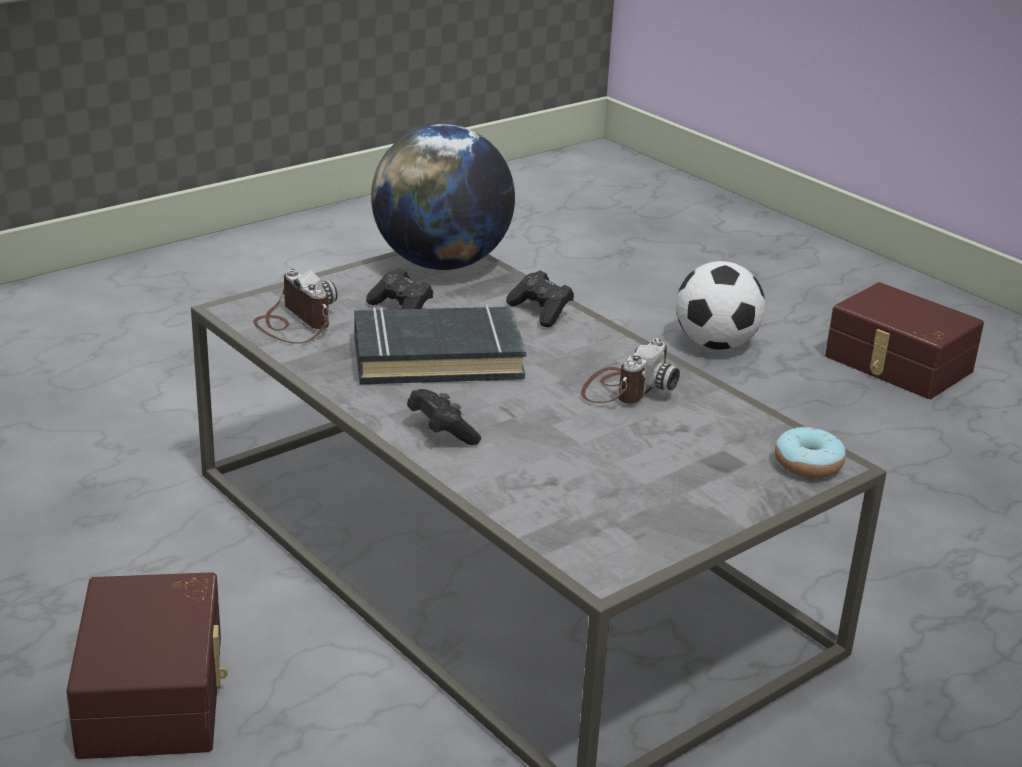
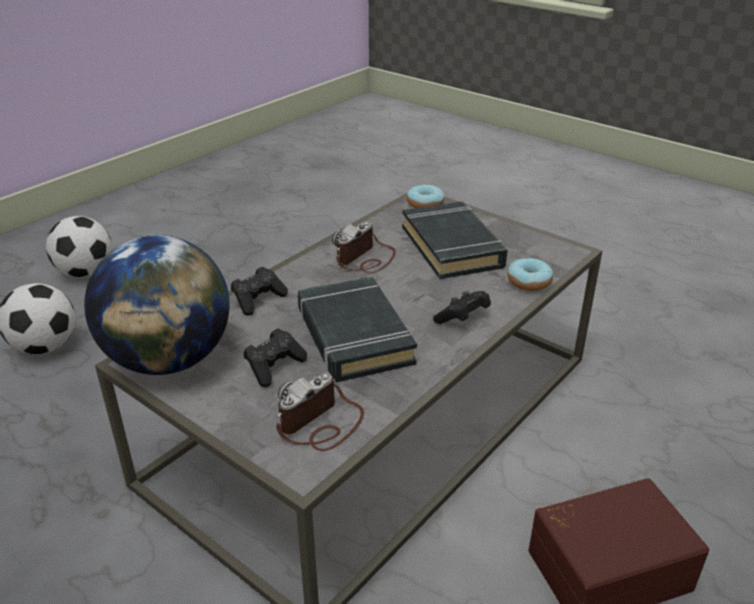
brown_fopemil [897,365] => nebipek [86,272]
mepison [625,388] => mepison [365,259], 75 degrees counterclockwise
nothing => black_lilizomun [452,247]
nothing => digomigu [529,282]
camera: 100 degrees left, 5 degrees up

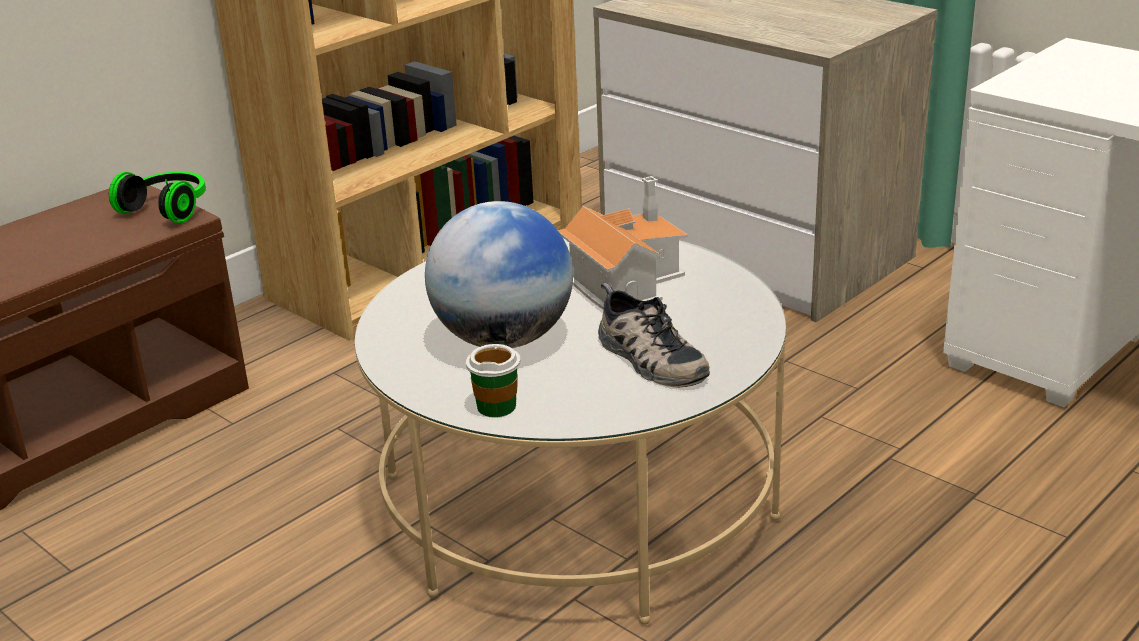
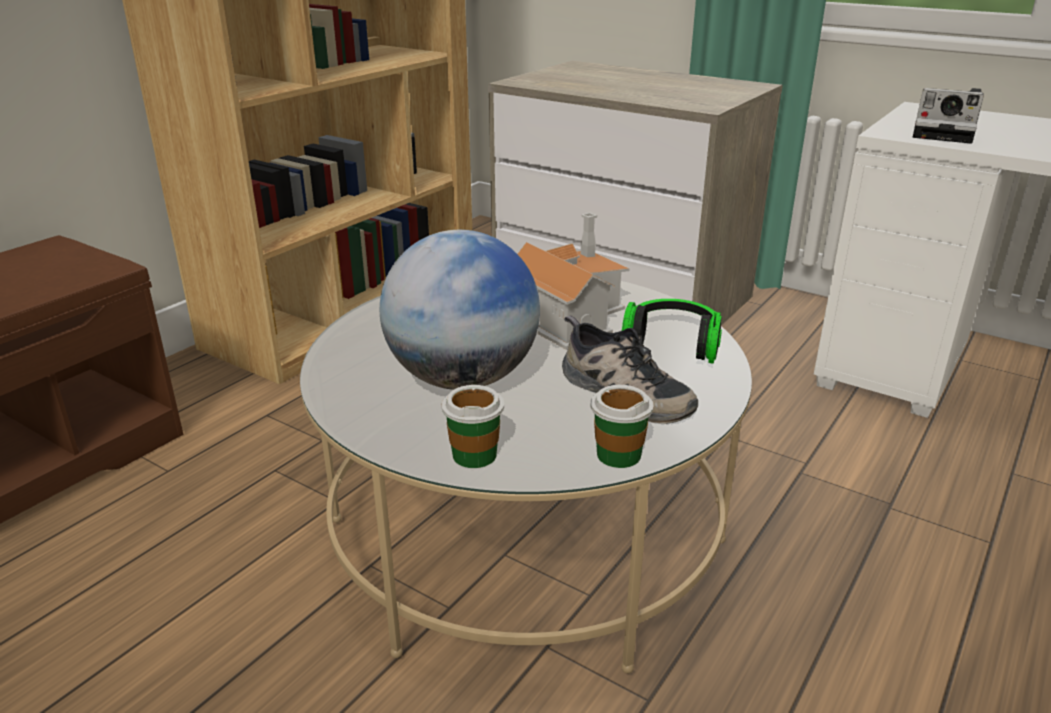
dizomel [169,209] => dizomel [672,344], move
nothing => mepison [946,133]
nothing => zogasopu [618,454]
camera: 10 degrees left, 0 degrees up

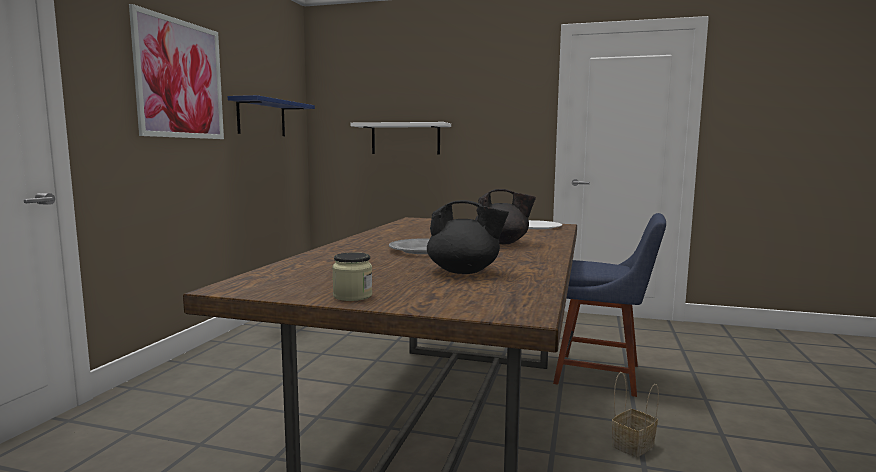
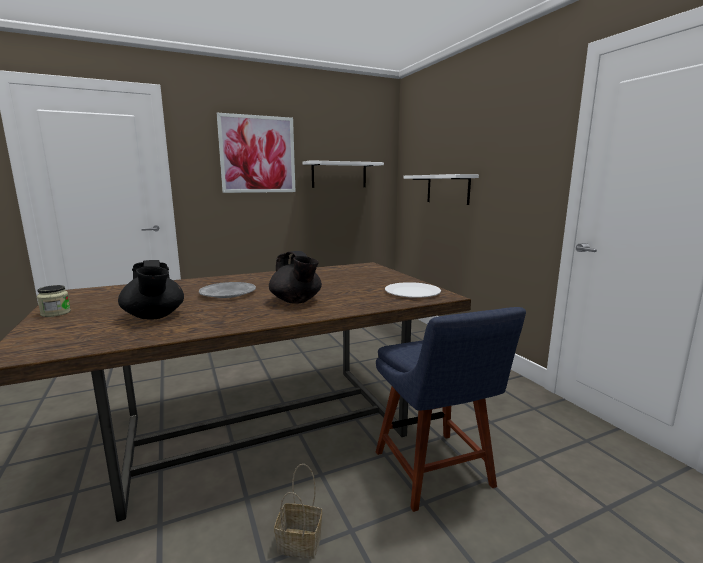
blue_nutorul [261,118] => white_nutorul [339,175]
camera: 50 degrees right, 5 degrees up

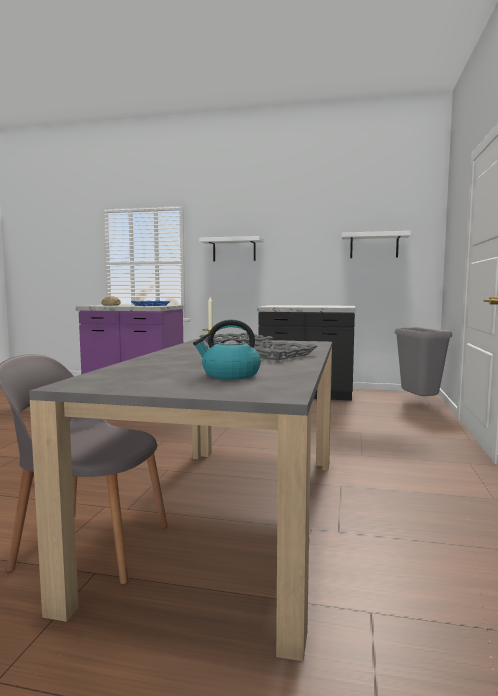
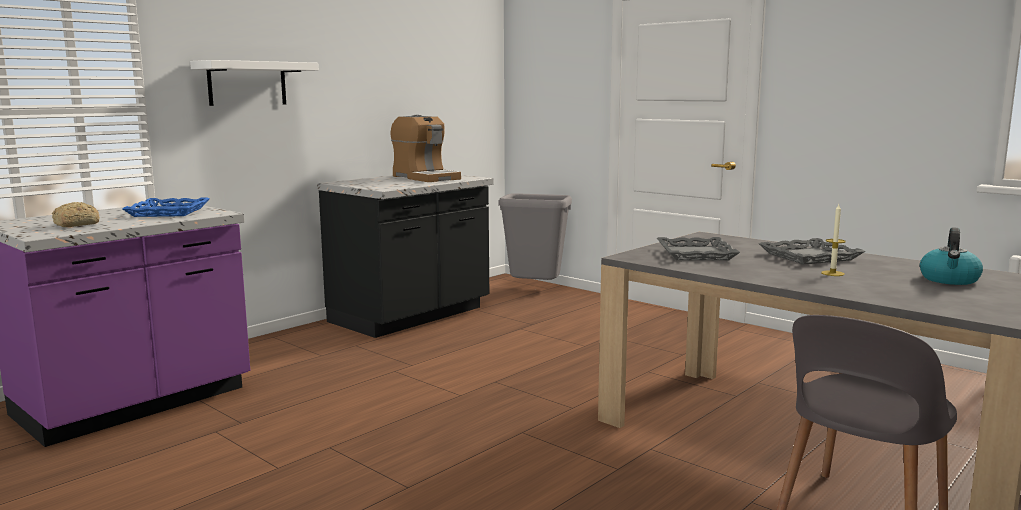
white_nutorul [374,246] => nothing
nothing => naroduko [425,177]
camera: 60 degrees left, 5 degrees up

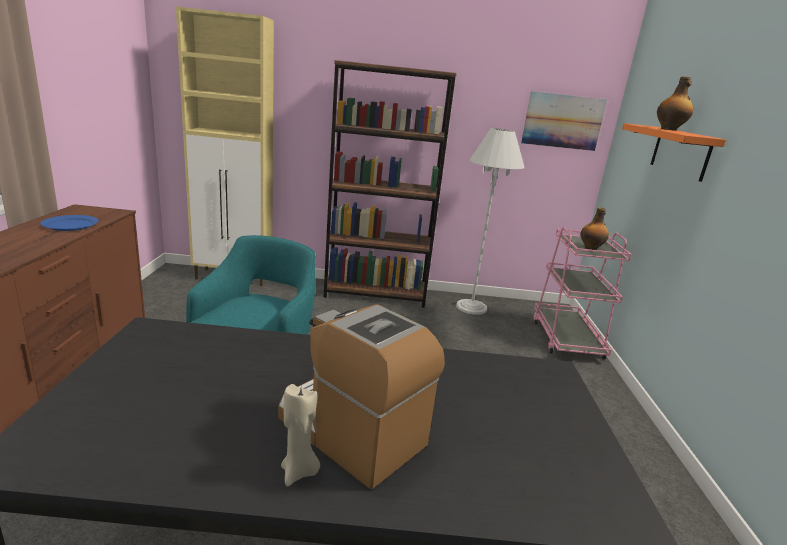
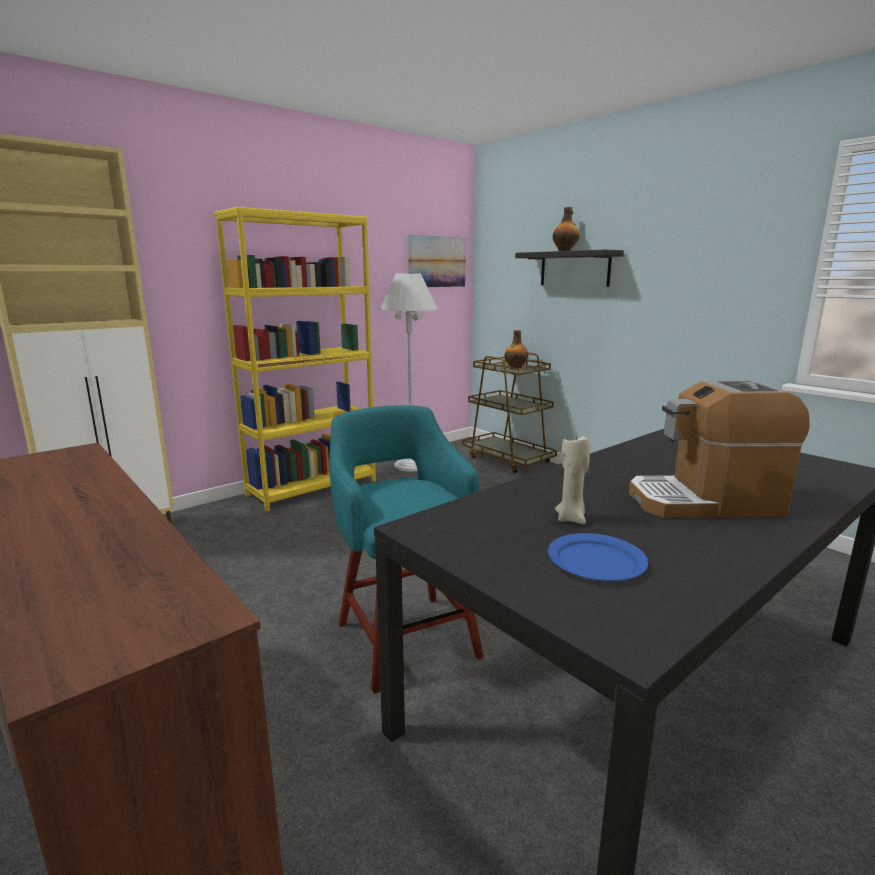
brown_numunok [375,294] => yellow_numunok [313,488]
orange_nutorul [680,152] => black_nutorul [574,269]
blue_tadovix [71,225] => blue_tadovix [596,561], move
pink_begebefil [566,339] => brown_begebefil [508,460]
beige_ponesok [299,472] => beige_ponesok [571,518], move
camera: 40 degrees left, 5 degrees down

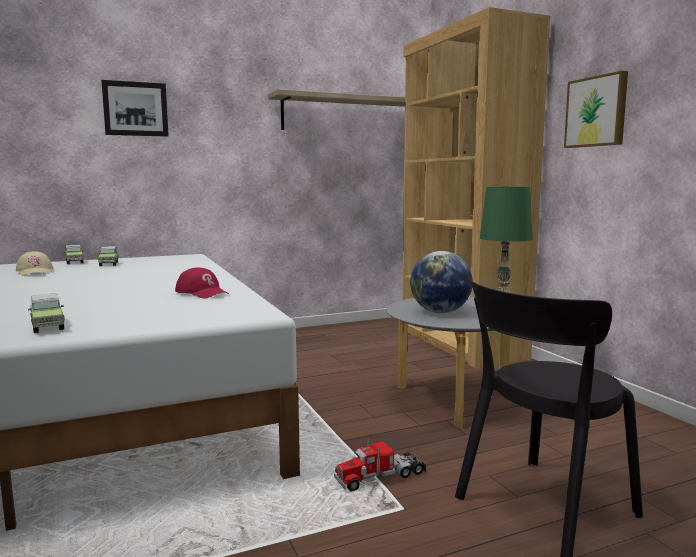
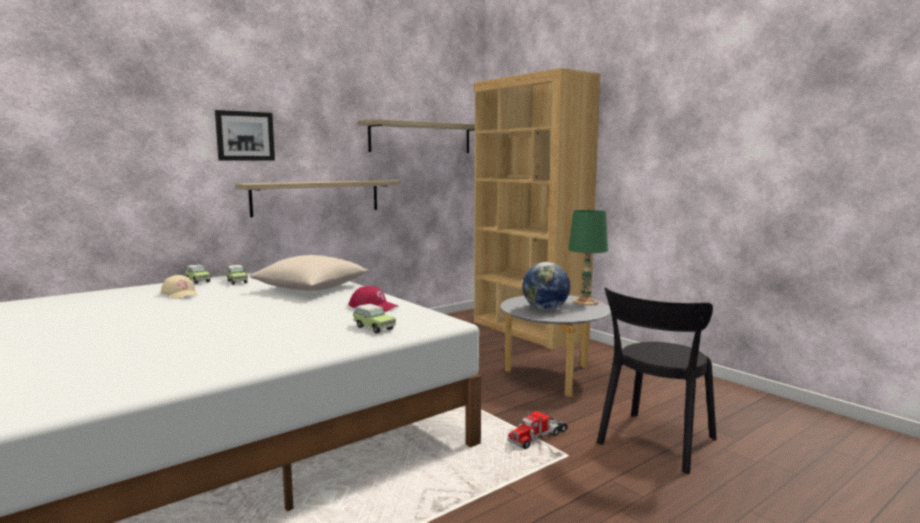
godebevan [597,112] => nothing
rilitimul [48,326] => rilitimul [373,328], move
nothing => nutorul [317,197]
nothing => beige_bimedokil [311,288]
camera: 15 degrees left, 0 degrees up

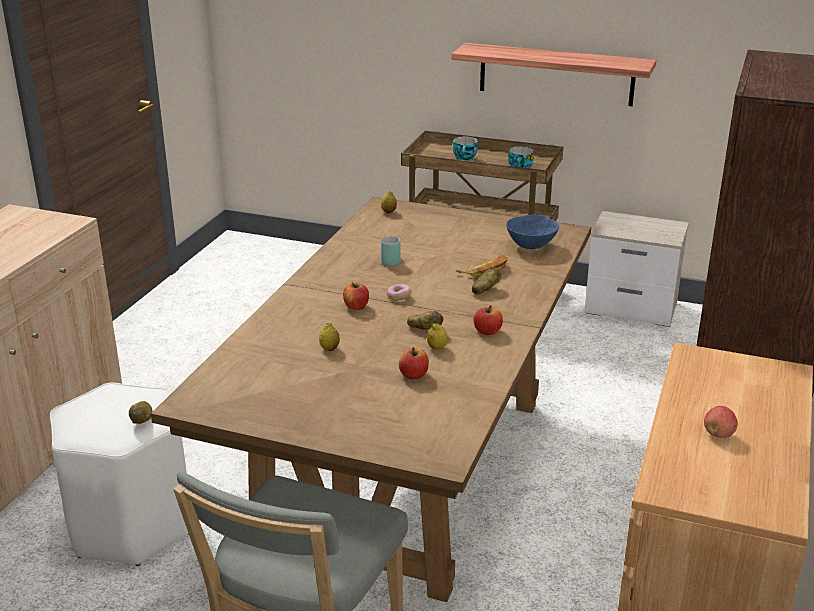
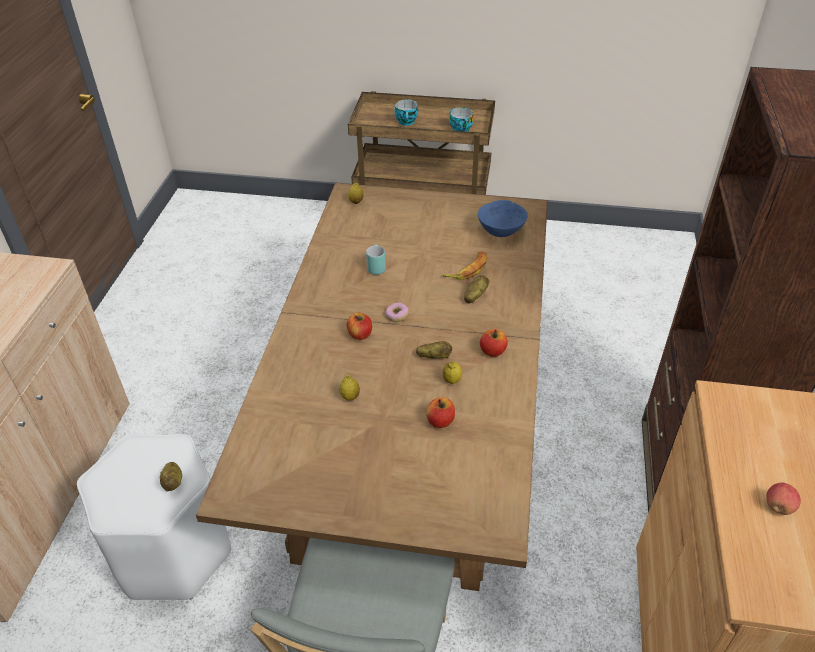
nutorul [556,74] => nothing
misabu [632,308] => nothing
camera: 10 degrees left, 15 degrees up

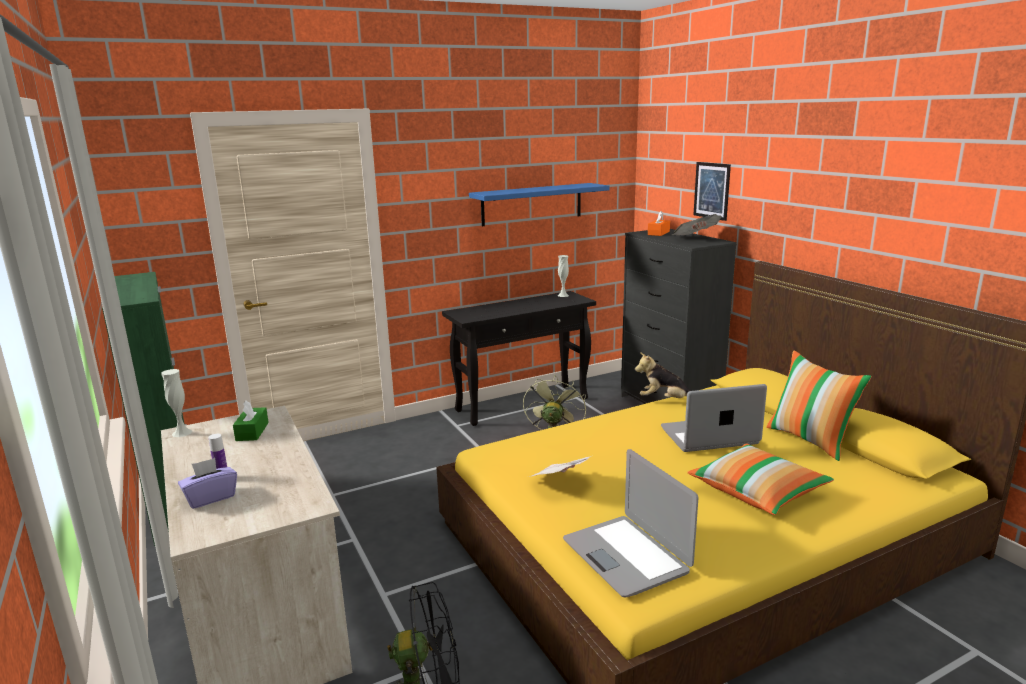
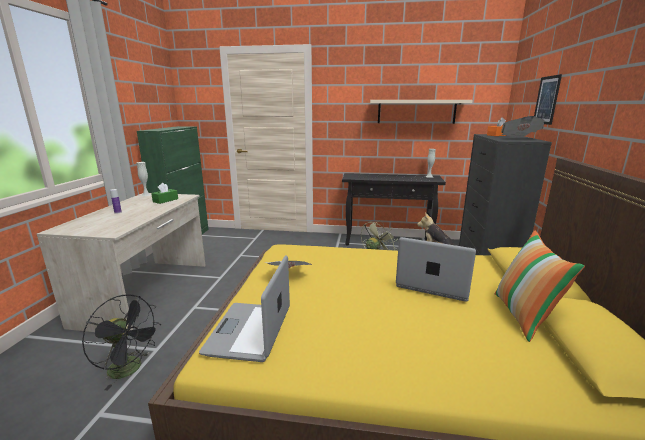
blue_nutorul [532,204] => beige_nutorul [416,111]
bimedokil [757,492] => nothing
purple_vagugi [210,497] => nothing
camera: 35 degrees right, 0 degrees up

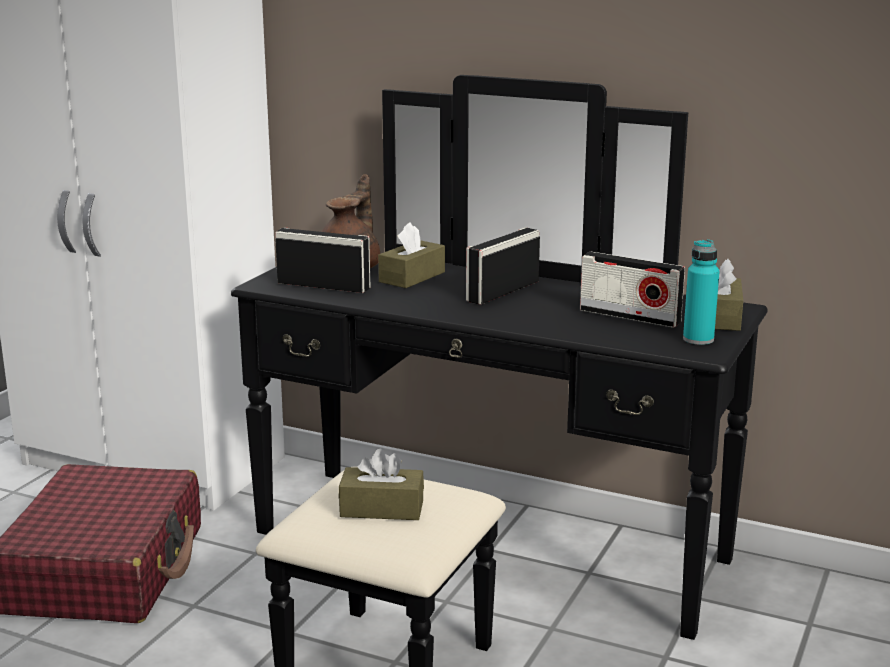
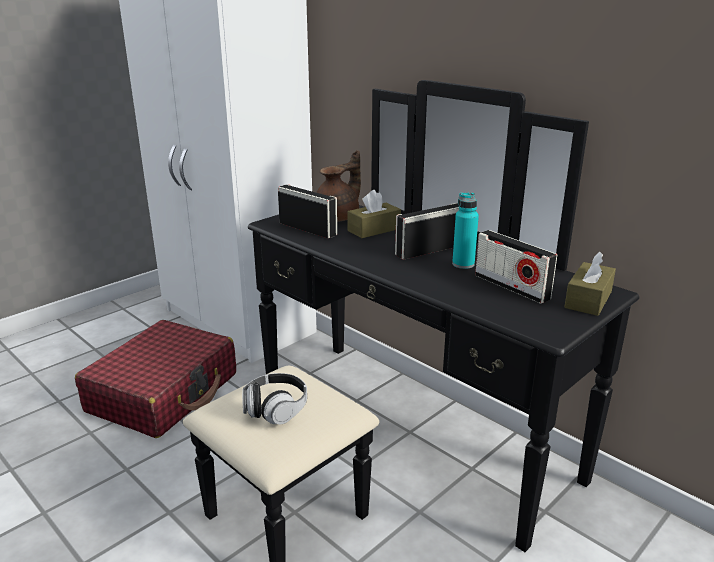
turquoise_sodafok [698,339] => turquoise_sodafok [463,264], move
brown_vagugi [382,509] => dizomel [275,409]
camera: 20 degrees right, 5 degrees up

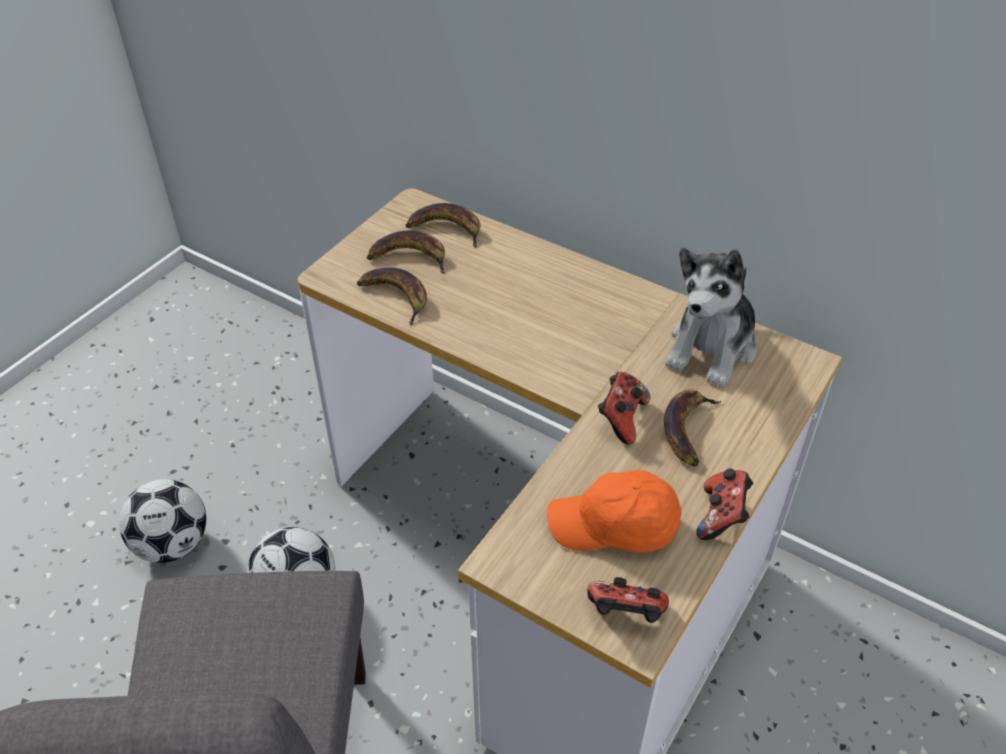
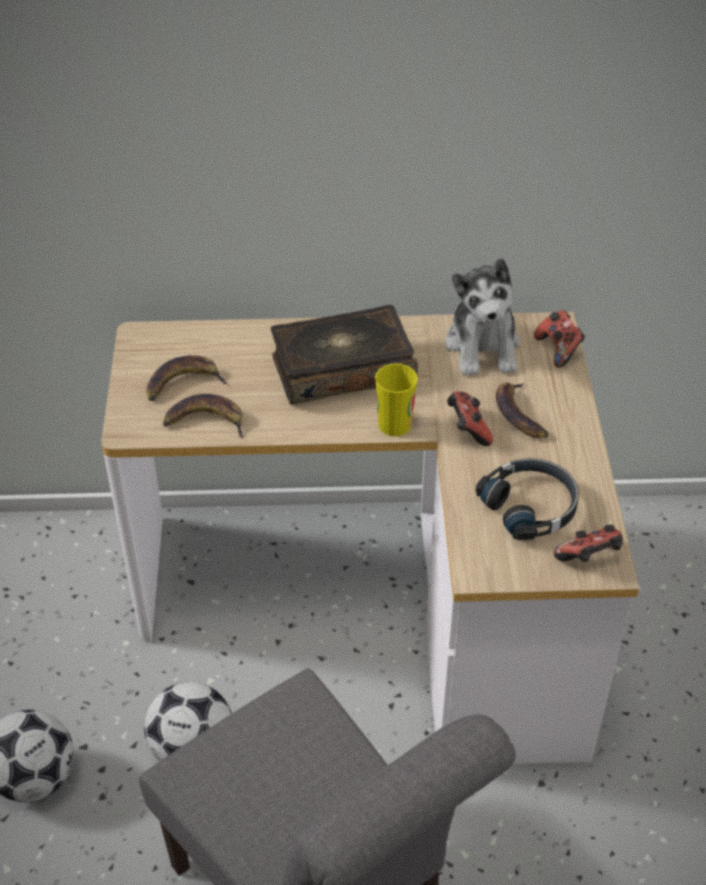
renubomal [446,229] => nothing
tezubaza [721,516] => tezubaza [558,349], move
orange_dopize [614,526] => black_dizomel [530,506]
nothing => lilizomun [342,368]
nothing => zogasopu [394,424]
camera: 35 degrees left, 0 degrees up

